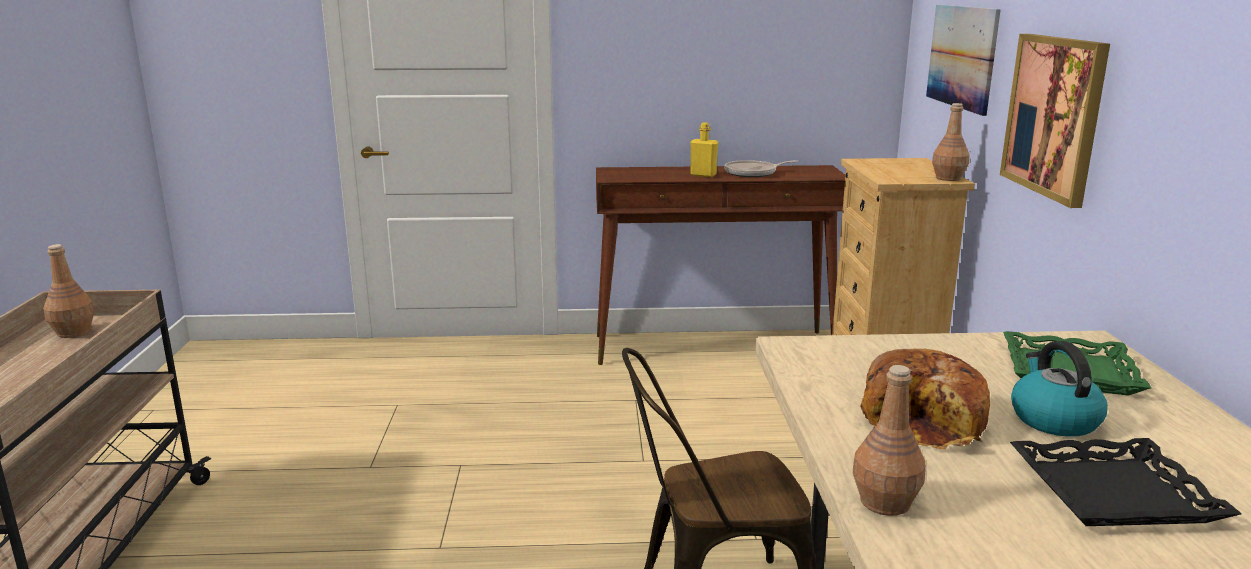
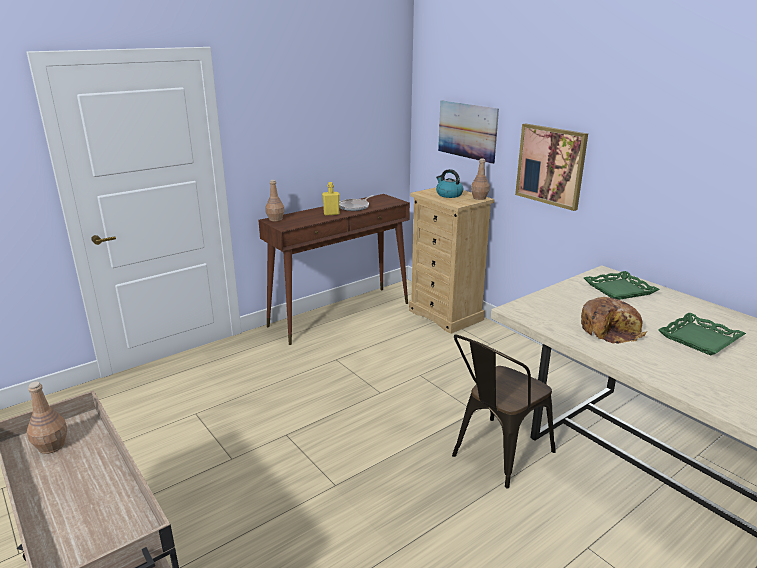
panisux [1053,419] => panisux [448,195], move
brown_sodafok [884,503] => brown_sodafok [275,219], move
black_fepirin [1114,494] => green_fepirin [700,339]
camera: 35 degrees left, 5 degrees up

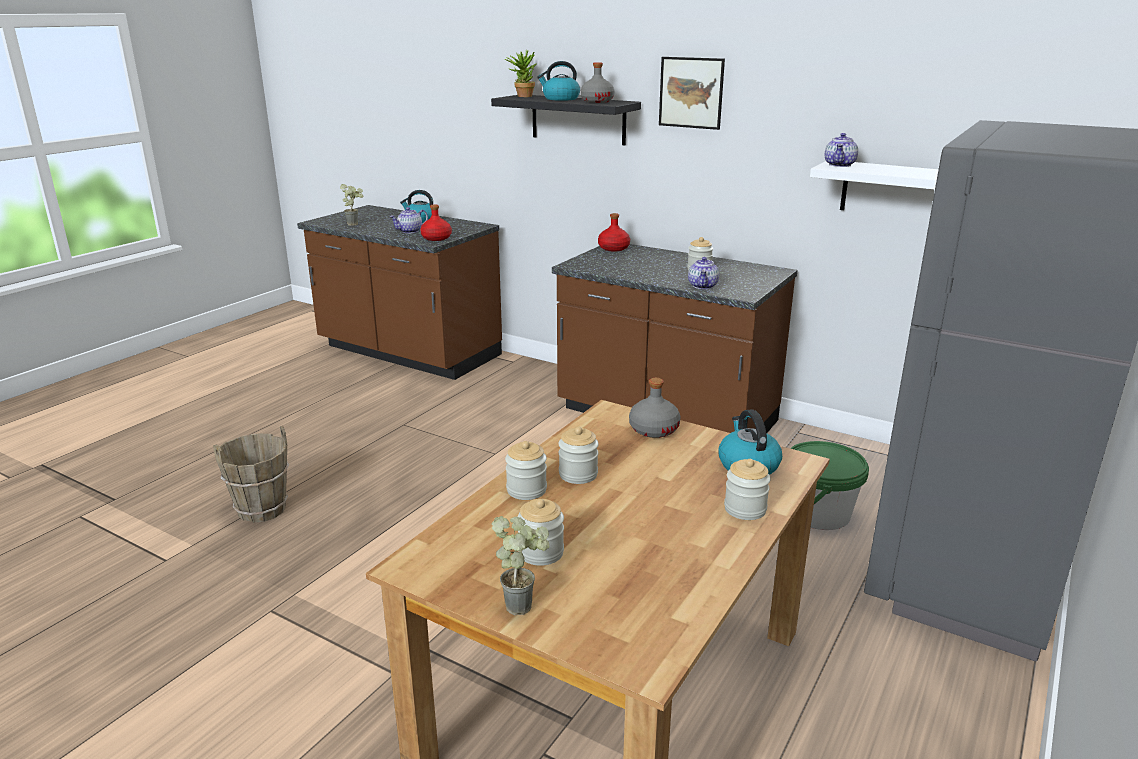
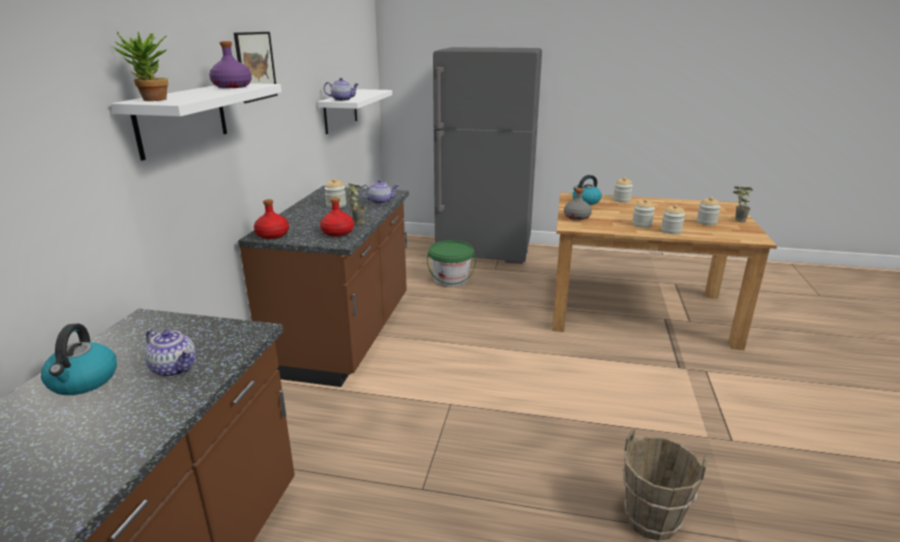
panisux [560,99] => nothing
grey_sodafok [597,101] => purple_sodafok [231,87]
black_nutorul [578,119] => white_nutorul [182,119]
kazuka [355,224] => kazuka [356,222], move
red_sodafok [436,238] => red_sodafok [338,232], move
camera: 110 degrees left, 0 degrees up

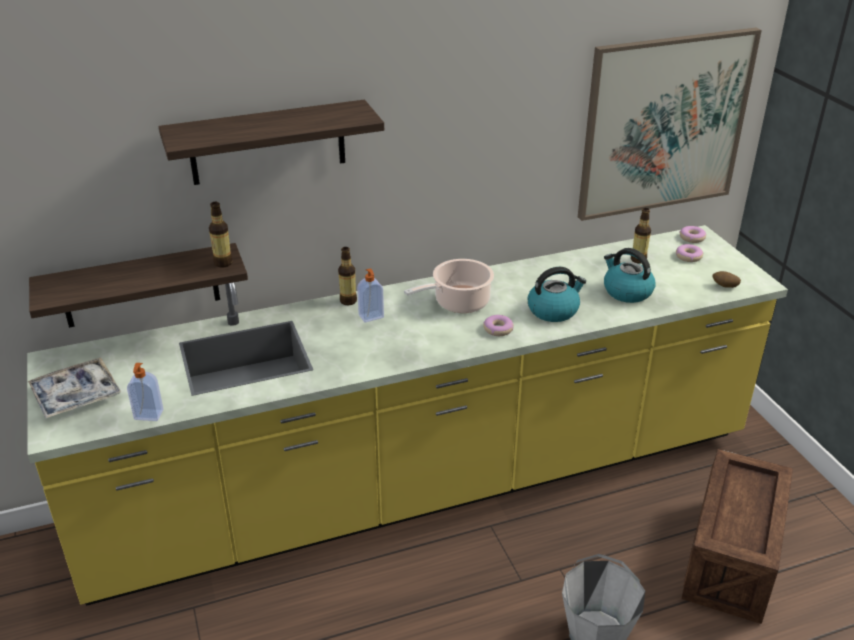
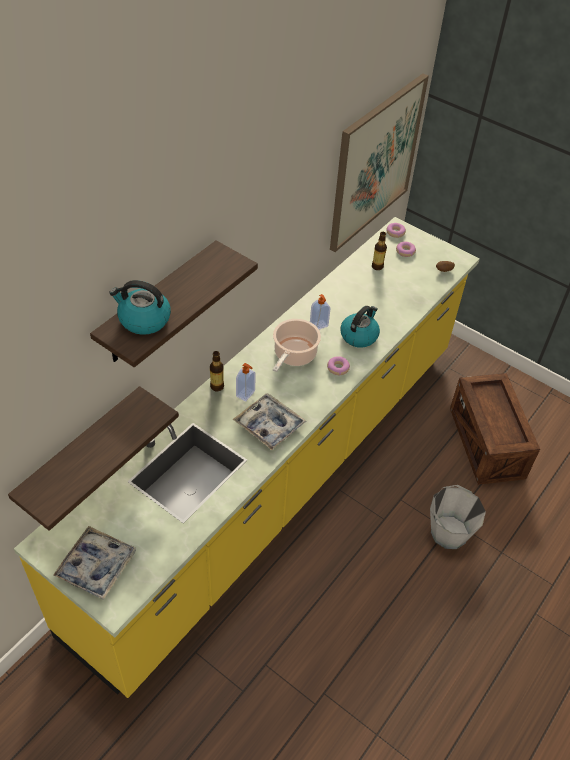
sodafok [223,263] => nothing
panisux [626,291] => panisux [143,319], move
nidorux [148,415] => nidorux [319,325], move
nothing => fepirin [269,425]
camera: 35 degrees left, 15 degrees up

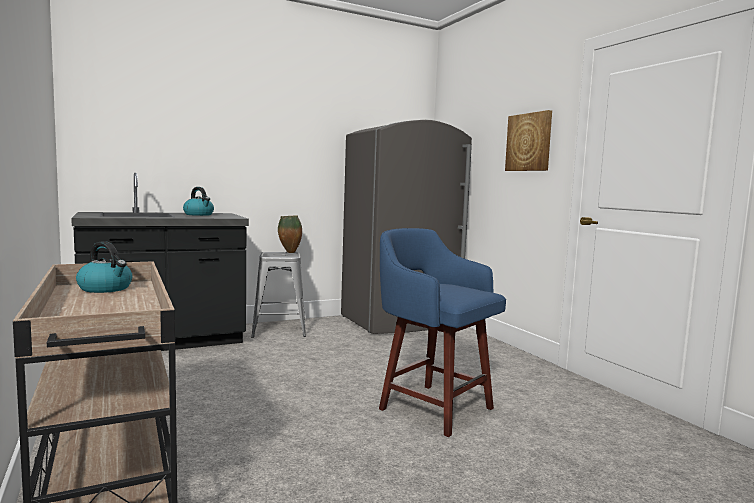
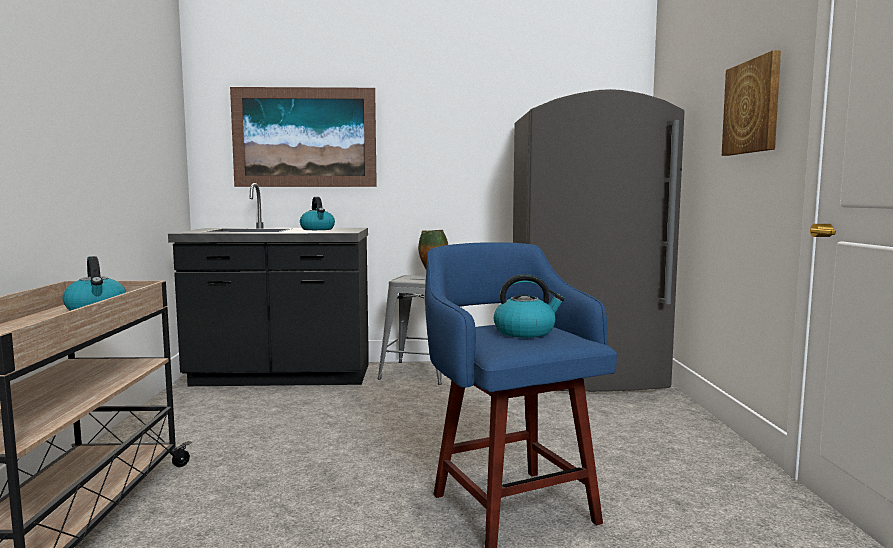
nothing => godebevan [304,137]
nothing => panisux [525,332]
camera: 25 degrees right, 0 degrees up

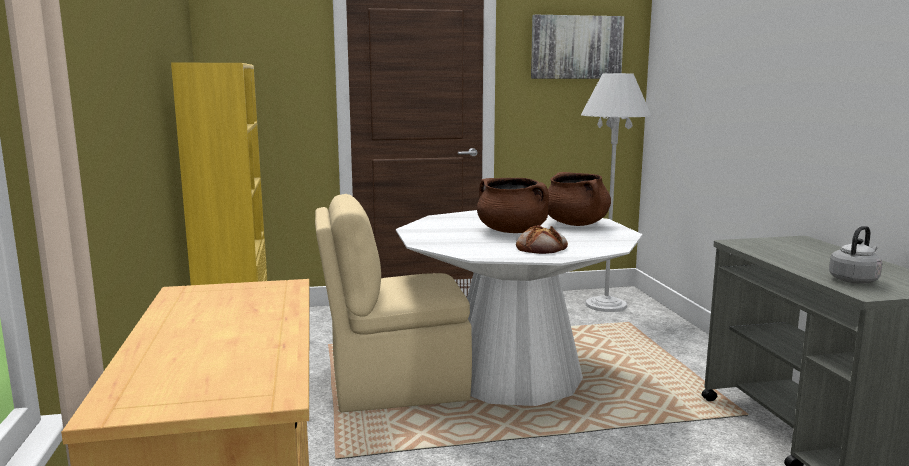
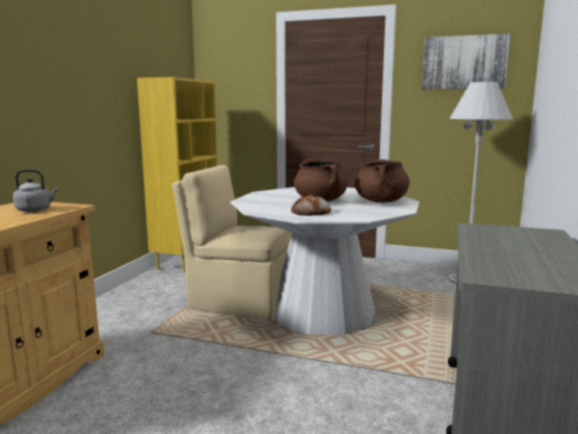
grey_panisux [854,280] => grey_panisux [36,210], move
camera: 30 degrees right, 0 degrees up

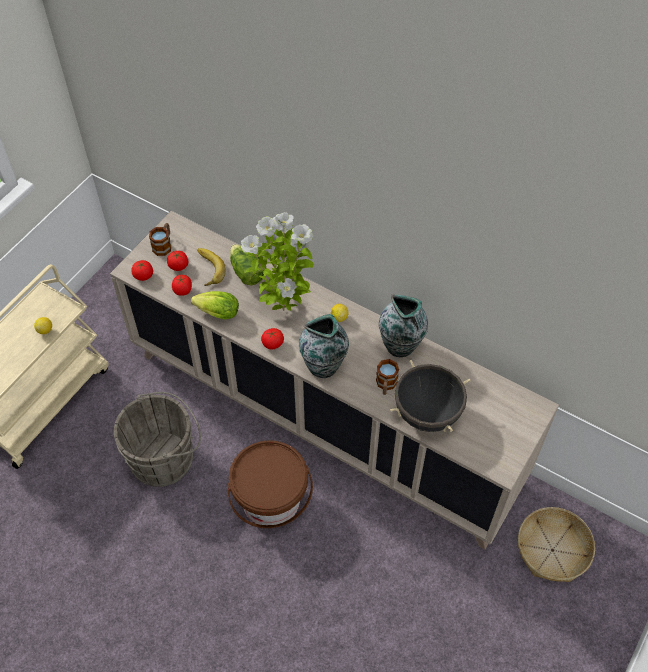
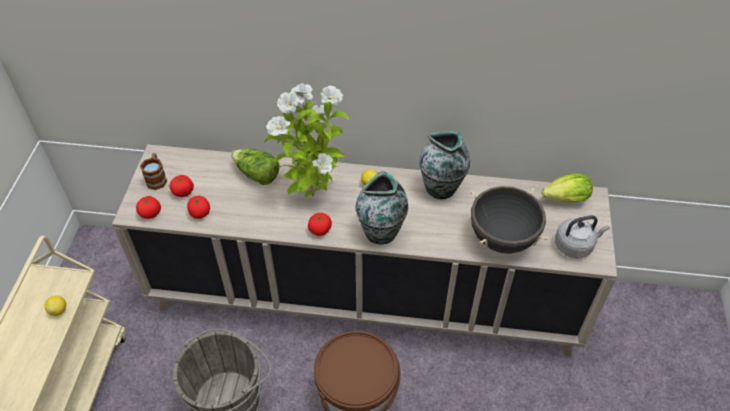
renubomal [207,269] => nothing
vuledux [215,313] => vuledux [563,200], move
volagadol [386,385] => nothing
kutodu [552,550] => nothing
nothing => grey_panisux [575,245]
camera: 25 degrees left, 5 degrees down

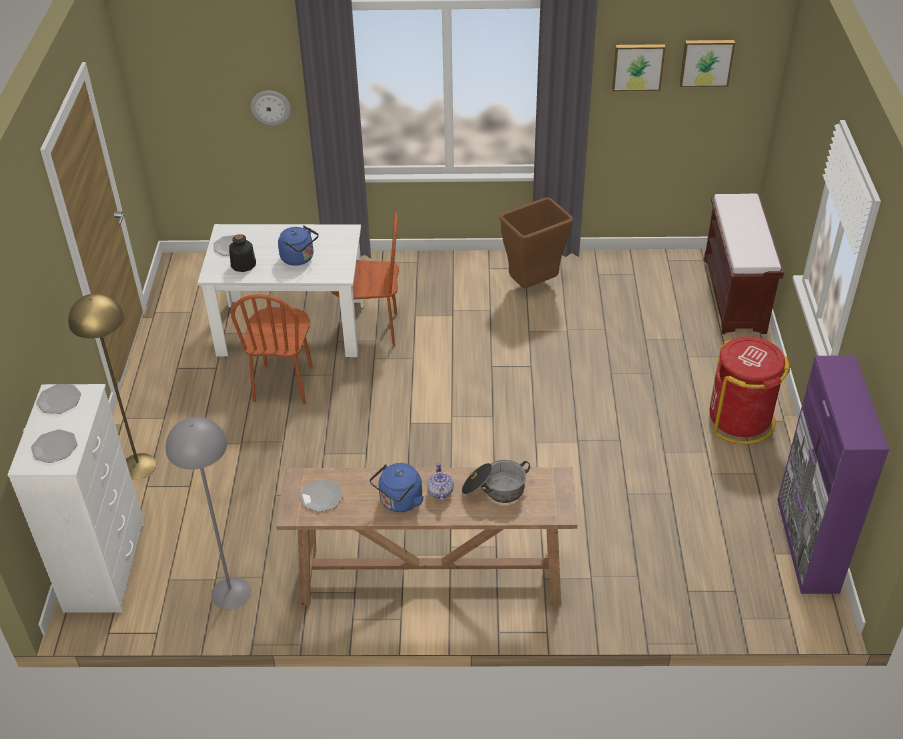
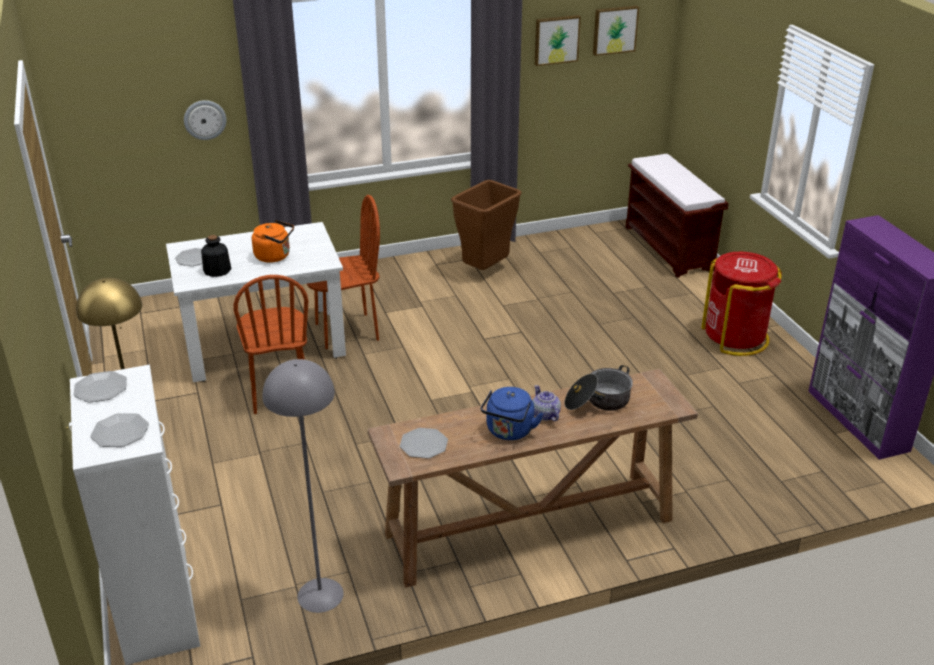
blue_panisux [299,258] => orange_panisux [275,256]
camera: 20 degrees left, 10 degrees down

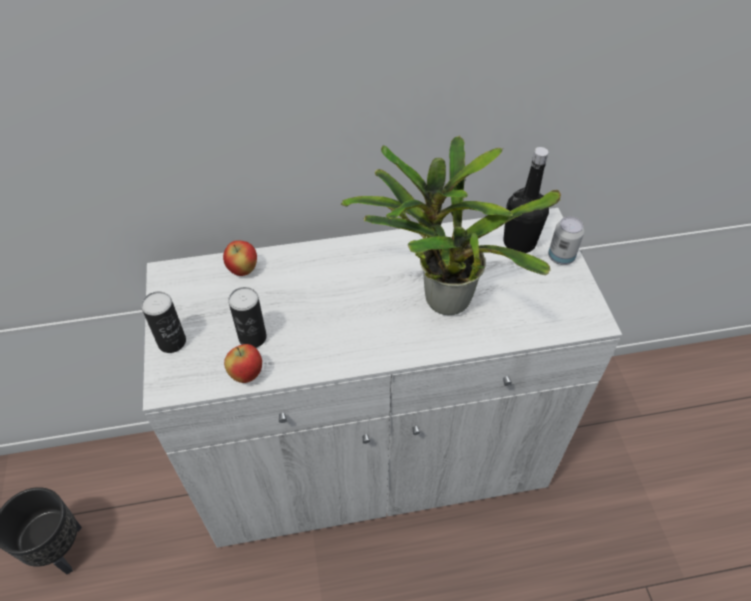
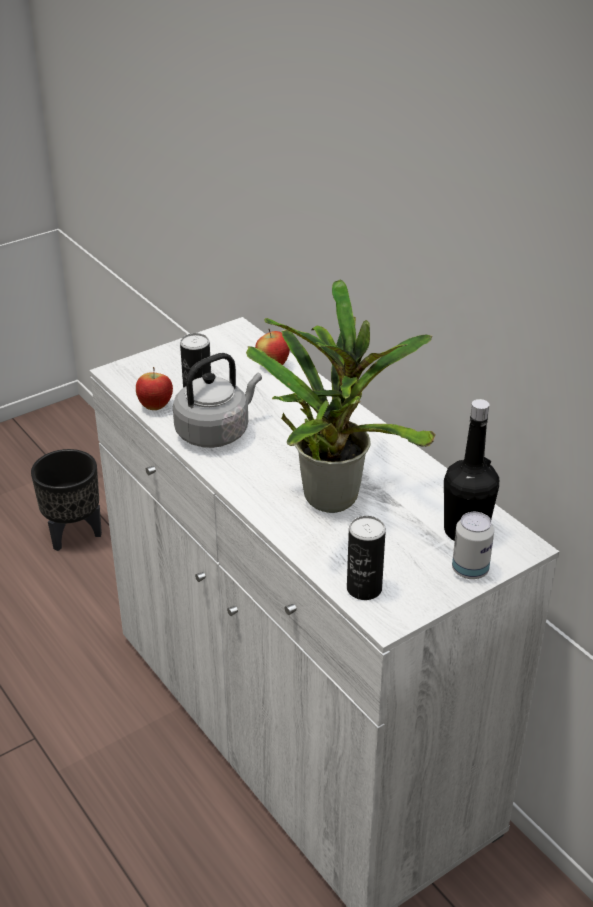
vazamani [172,342] => vazamani [364,588], move
nothing => grey_panisux [216,432]
camera: 65 degrees right, 15 degrees down

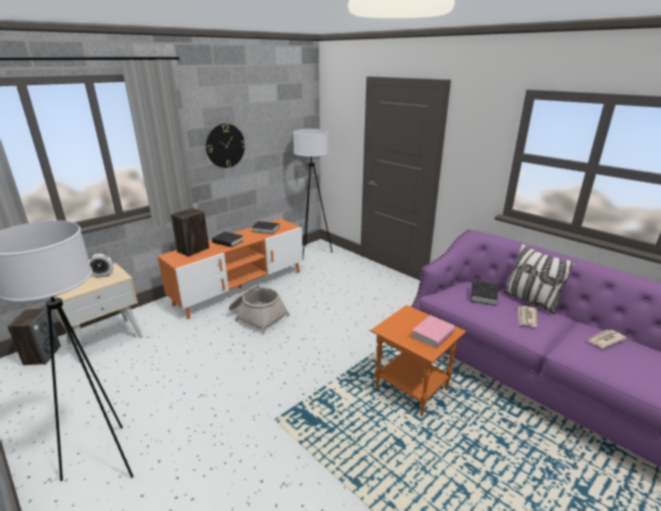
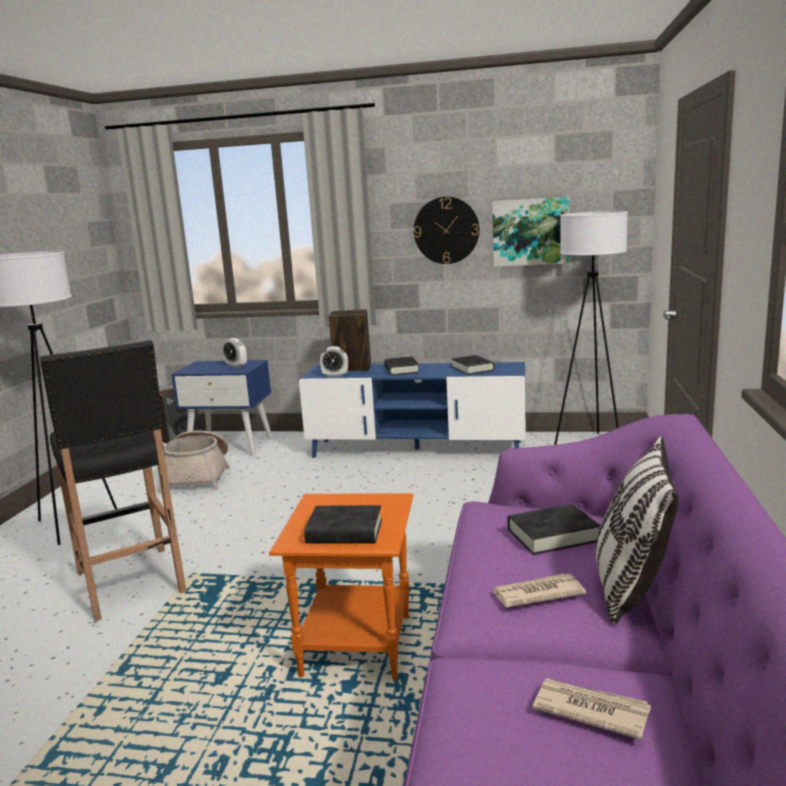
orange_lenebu [240,287] => blue_lenebu [417,449]
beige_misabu [106,339] => blue_misabu [231,446]
kutodu [257,316] => kutodu [198,476], move
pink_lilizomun [432,334] => black_lilizomun [345,532]
nothing => godebevan [531,232]
nothing => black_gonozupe [131,583]
nothing => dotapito [335,375]
camera: 55 degrees right, 10 degrees down

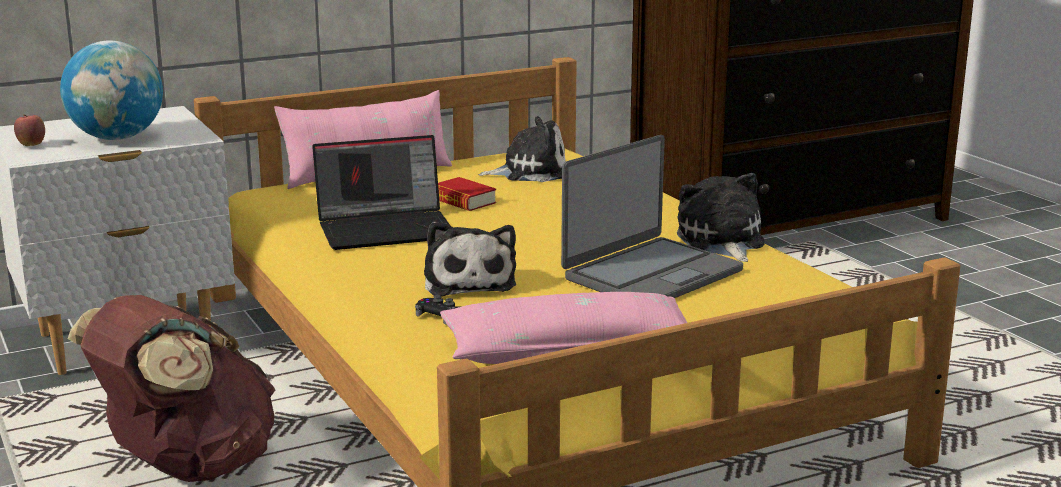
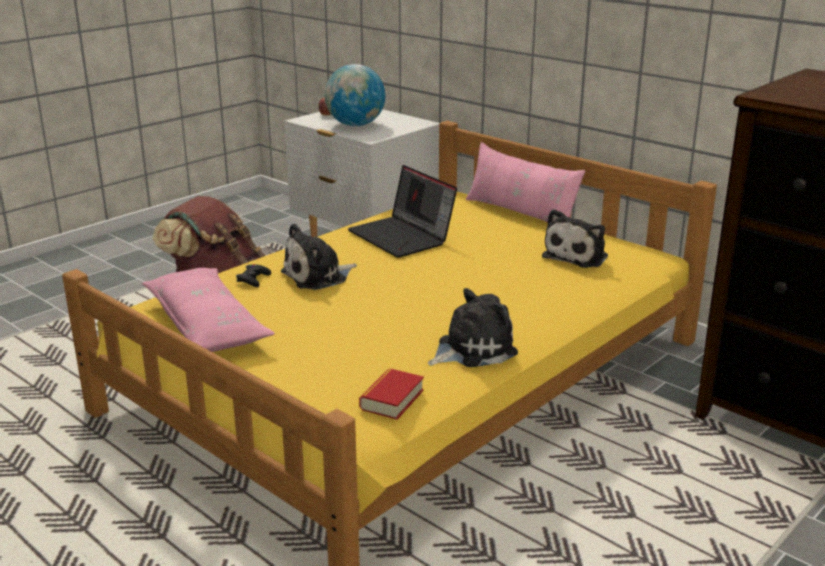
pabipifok [529,172] => pabipifok [577,256], 60 degrees clockwise
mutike [651,274] => nothing
lilizomun [463,201] => lilizomun [392,399], move
camera: 70 degrees right, 5 degrees up

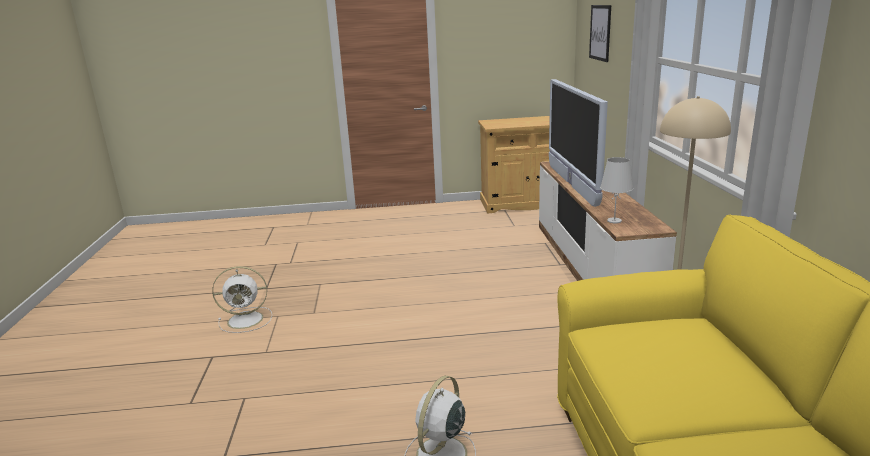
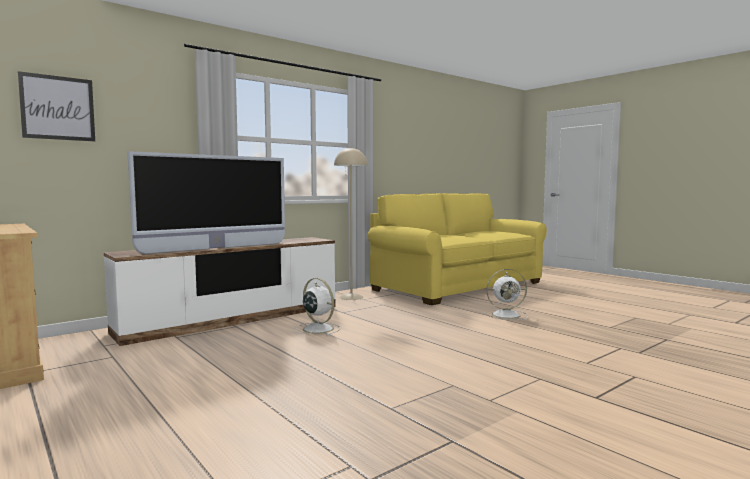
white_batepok [614,220] => nothing
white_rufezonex [247,320] => white_rufezonex [317,329], move
camera: 125 degrees left, 15 degrees down

